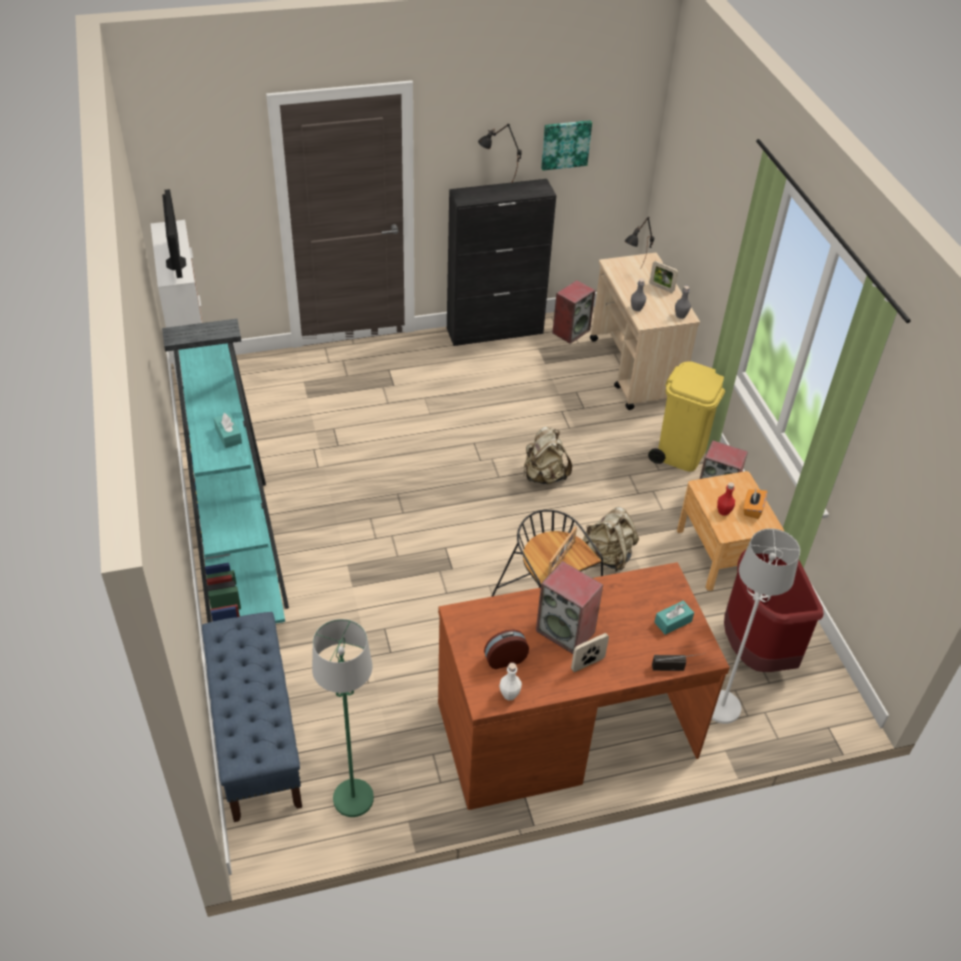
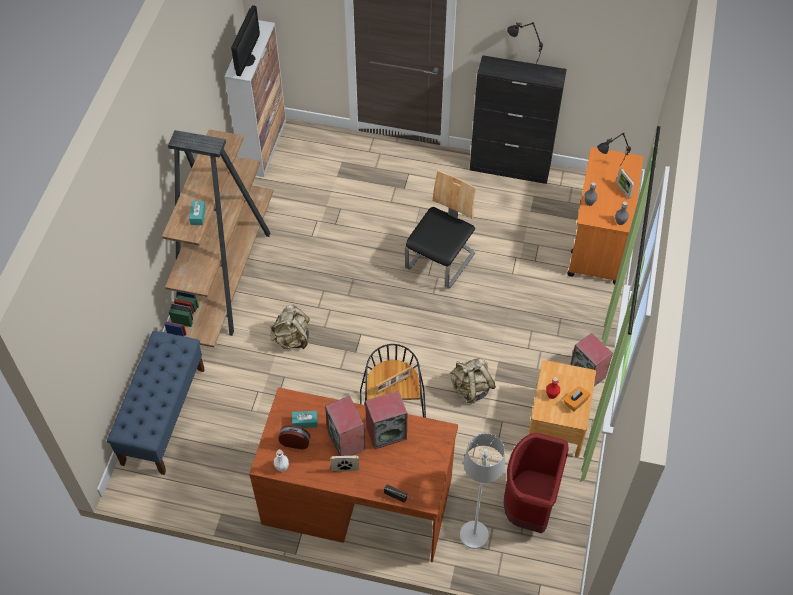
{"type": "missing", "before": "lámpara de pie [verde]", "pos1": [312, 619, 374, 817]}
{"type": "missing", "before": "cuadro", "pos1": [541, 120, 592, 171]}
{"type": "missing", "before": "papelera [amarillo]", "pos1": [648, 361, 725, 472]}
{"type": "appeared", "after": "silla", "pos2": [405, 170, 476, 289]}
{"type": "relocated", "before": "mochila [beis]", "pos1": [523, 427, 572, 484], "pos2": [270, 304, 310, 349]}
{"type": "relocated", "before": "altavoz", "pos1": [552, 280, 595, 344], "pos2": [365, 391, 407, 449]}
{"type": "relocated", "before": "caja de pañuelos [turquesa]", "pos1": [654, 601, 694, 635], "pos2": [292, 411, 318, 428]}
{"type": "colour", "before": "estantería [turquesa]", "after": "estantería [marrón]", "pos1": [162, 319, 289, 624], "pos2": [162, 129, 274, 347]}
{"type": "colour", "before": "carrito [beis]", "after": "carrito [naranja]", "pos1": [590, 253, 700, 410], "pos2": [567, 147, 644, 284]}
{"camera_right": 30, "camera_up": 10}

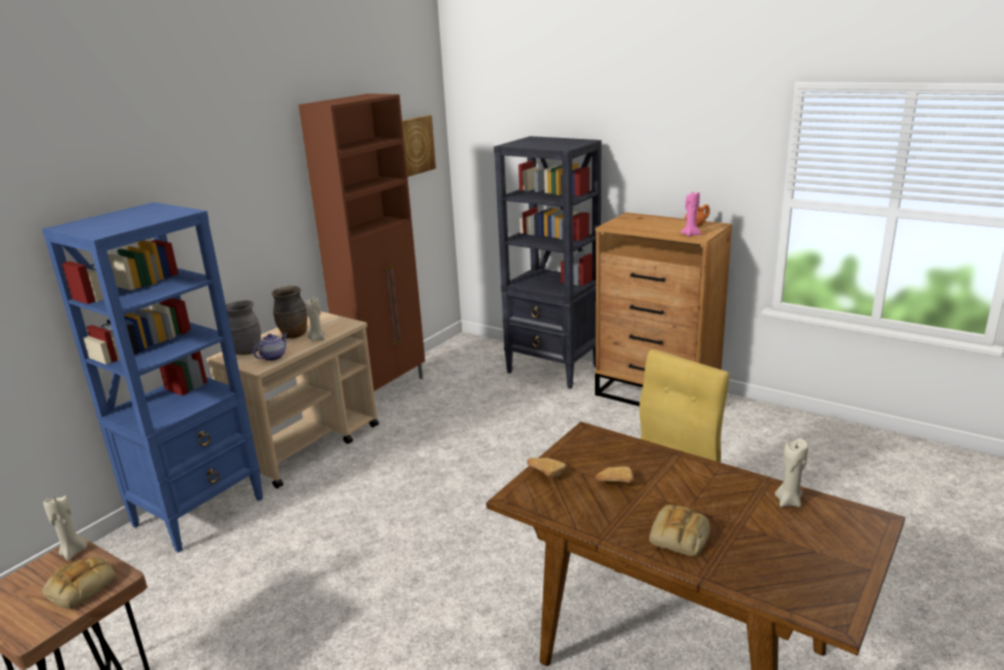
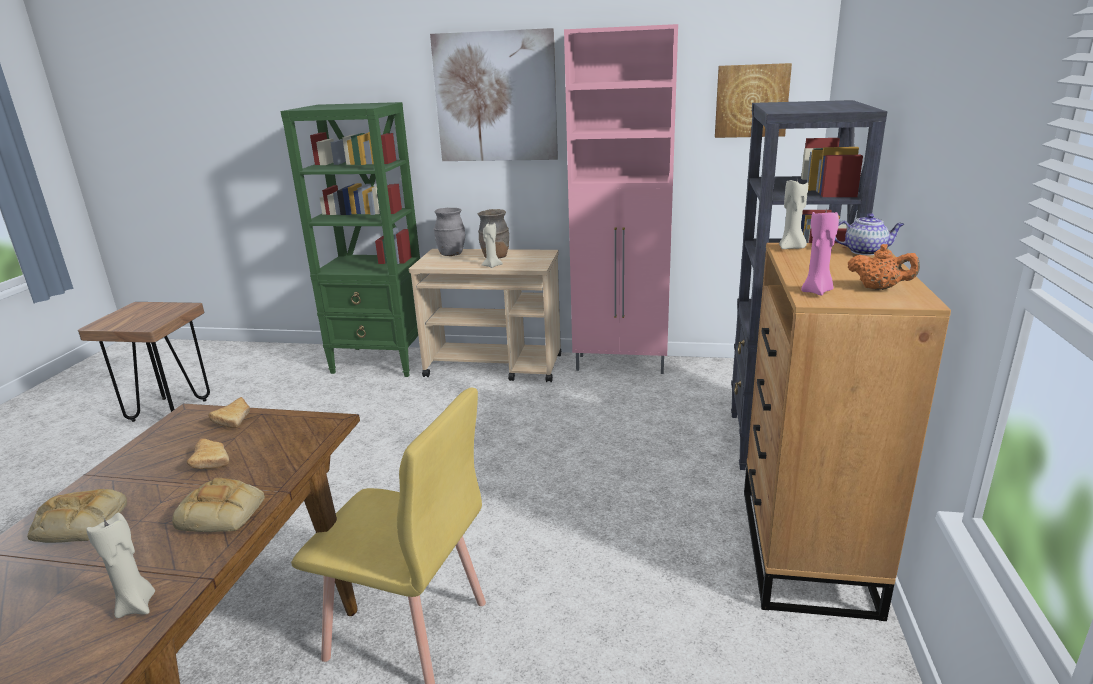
{"type": "appeared", "after": "cuadro", "pos2": [430, 28, 558, 161]}
{"type": "relocated", "before": "pan", "pos1": [42, 557, 116, 609], "pos2": [172, 478, 265, 532]}
{"type": "relocated", "before": "vela [beis]", "pos1": [43, 495, 87, 561], "pos2": [779, 180, 808, 249]}
{"type": "relocated", "before": "tetera", "pos1": [253, 333, 288, 361], "pos2": [835, 213, 905, 255]}
{"type": "colour", "before": "estantería [azul]", "after": "estantería [verde]", "pos1": [42, 202, 263, 553], "pos2": [281, 102, 420, 377]}
{"type": "colour", "before": "armario [marrón]", "after": "armario [rosa]", "pos1": [299, 94, 425, 391], "pos2": [564, 24, 678, 374]}
{"camera_right": 65, "camera_up": 0}

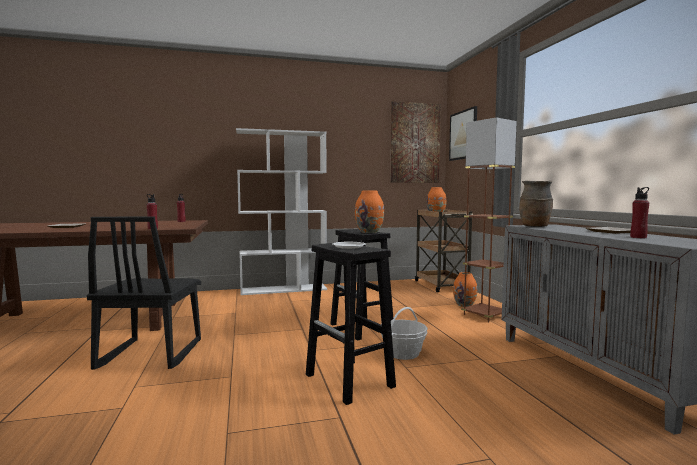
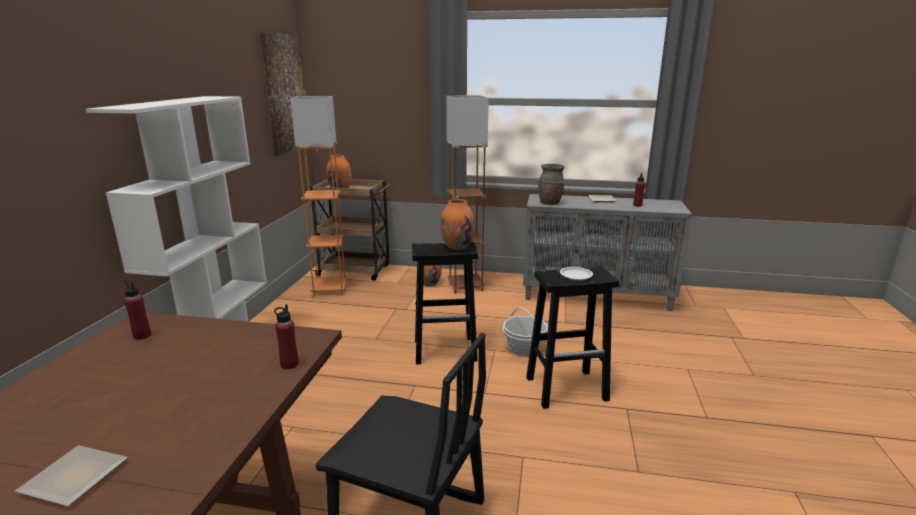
{"type": "missing", "before": "cuadro", "pos1": [449, 106, 477, 161]}
{"type": "appeared", "after": "lámpara de pie [naranja]", "pos2": [290, 96, 347, 296]}
{"camera_right": -65, "camera_up": 15}

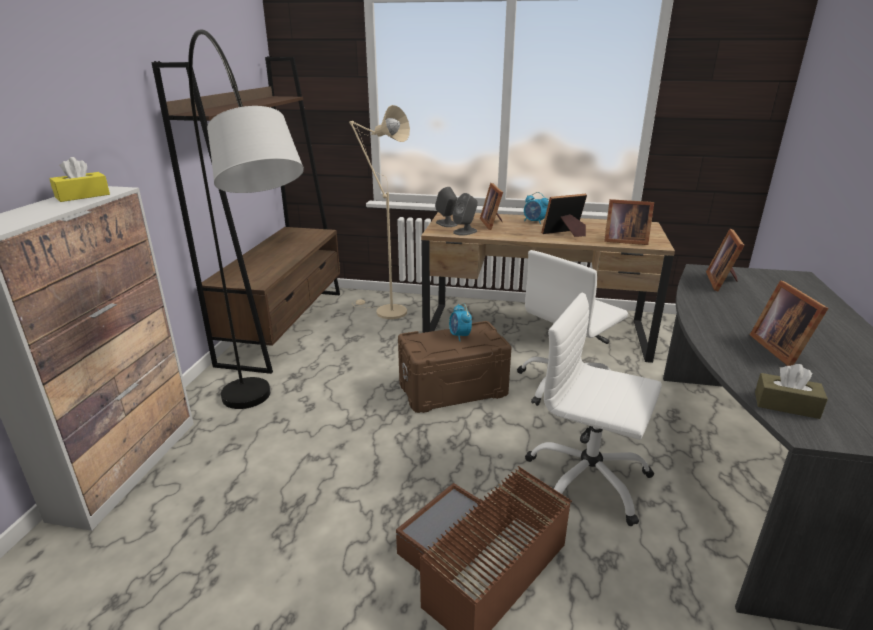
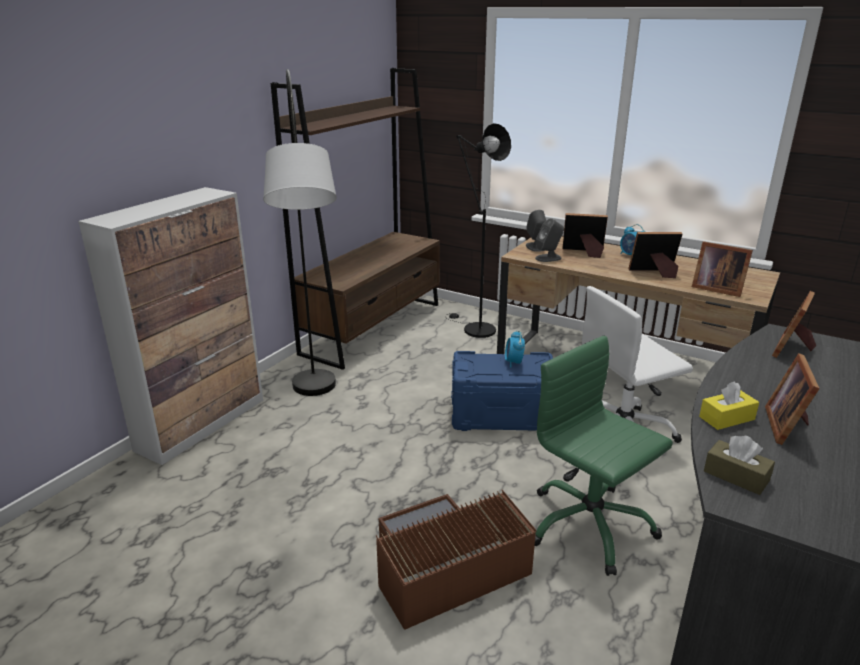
{"type": "relocated", "before": "caja de pañuelos [amarillo]", "pos1": [49, 157, 110, 202], "pos2": [699, 381, 759, 430]}
{"type": "colour", "before": "lámpara de pie [beis]", "after": "lámpara de pie [negro]", "pos1": [349, 105, 410, 319], "pos2": [445, 123, 511, 338]}
{"type": "colour", "before": "caja de almacenaje [marrón]", "after": "caja de almacenaje [azul]", "pos1": [398, 321, 512, 413], "pos2": [451, 351, 553, 431]}
{"type": "colour", "before": "silla de oficina [blanco]", "after": "silla de oficina [verde]", "pos1": [525, 293, 662, 526], "pos2": [535, 335, 673, 576]}
{"type": "spun", "before": "portarretratos", "pos1": [480, 183, 503, 230], "pos2": [562, 213, 608, 258], "turn": 90}
{"camera_right": 20, "camera_up": 0}

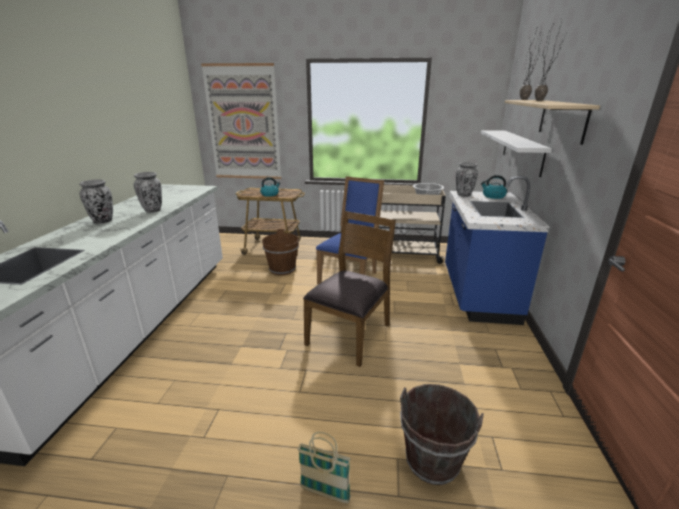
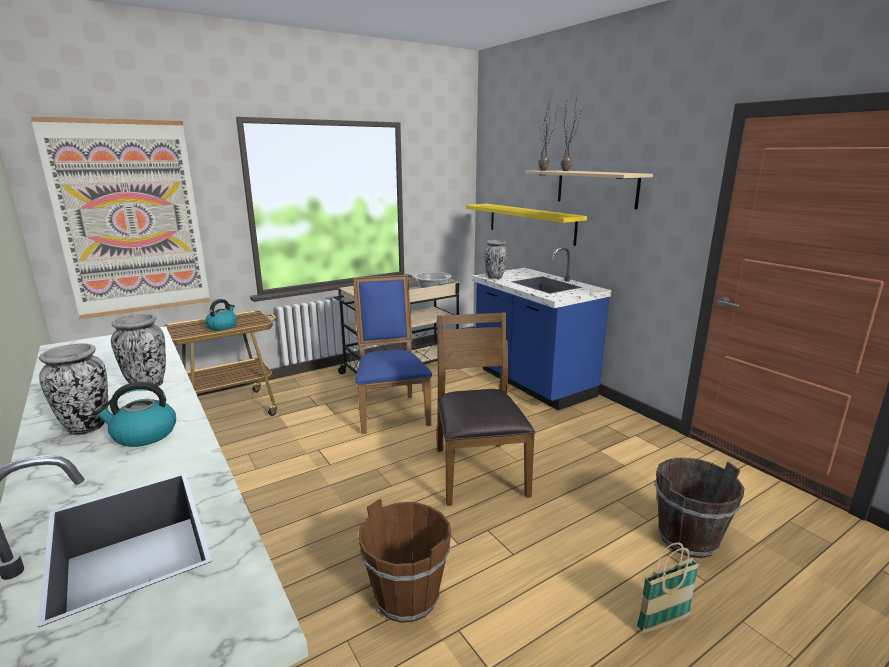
{"type": "relocated", "before": "cubo [marrón]", "pos1": [262, 229, 299, 275], "pos2": [358, 499, 451, 623]}
{"type": "relocated", "before": "hervidor", "pos1": [481, 175, 507, 199], "pos2": [93, 382, 176, 447]}
{"type": "colour", "before": "estante [blanco]", "after": "estante [amarillo]", "pos1": [481, 130, 552, 177], "pos2": [466, 204, 587, 246]}
{"camera_right": -40, "camera_up": -5}

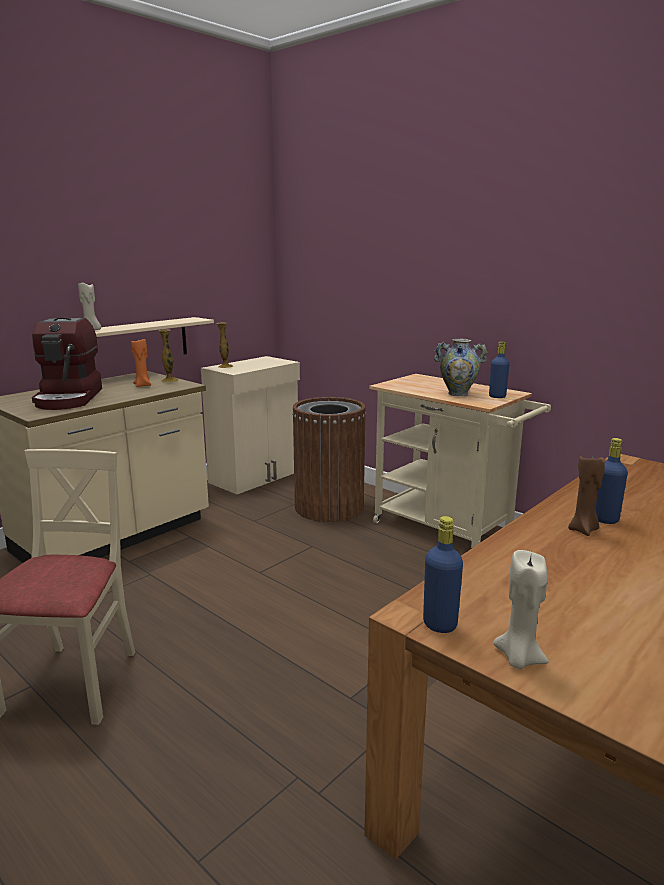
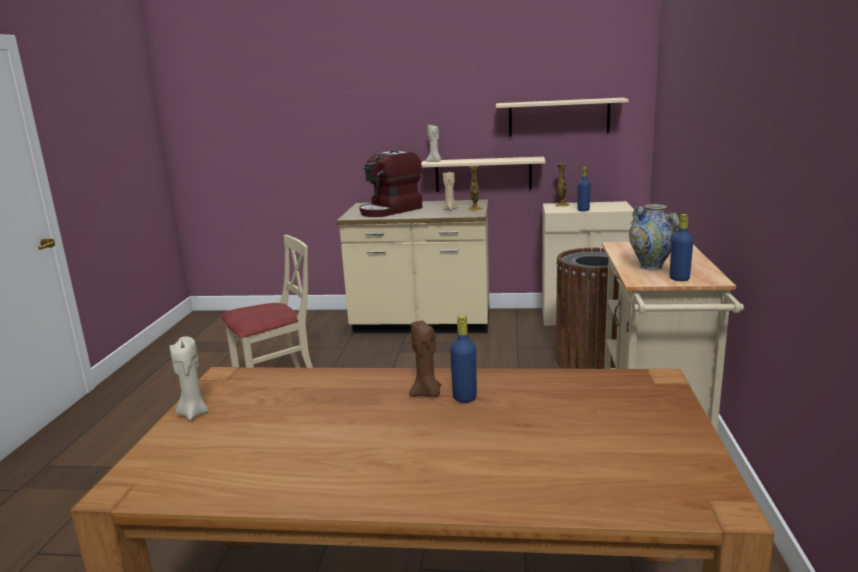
{"type": "appeared", "after": "estante [beis]", "pos2": [496, 98, 629, 137]}
{"type": "relocated", "before": "botella [azul]", "pos1": [423, 516, 463, 633], "pos2": [578, 167, 591, 211]}
{"type": "colour", "before": "vela [naranja]", "after": "vela [beis]", "pos1": [131, 339, 151, 387], "pos2": [443, 172, 457, 210]}
{"camera_right": 55, "camera_up": 0}

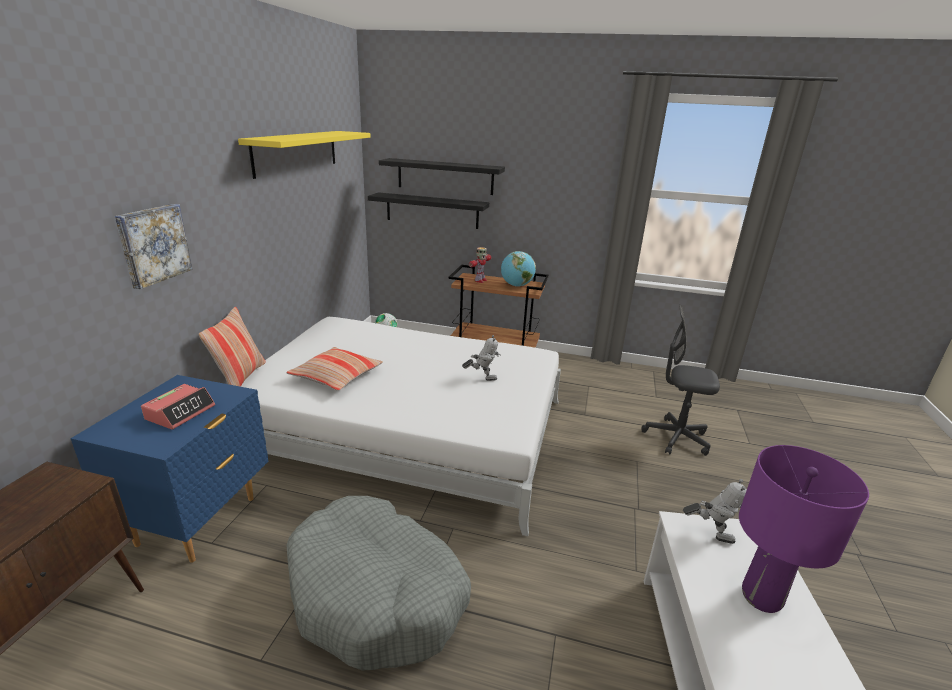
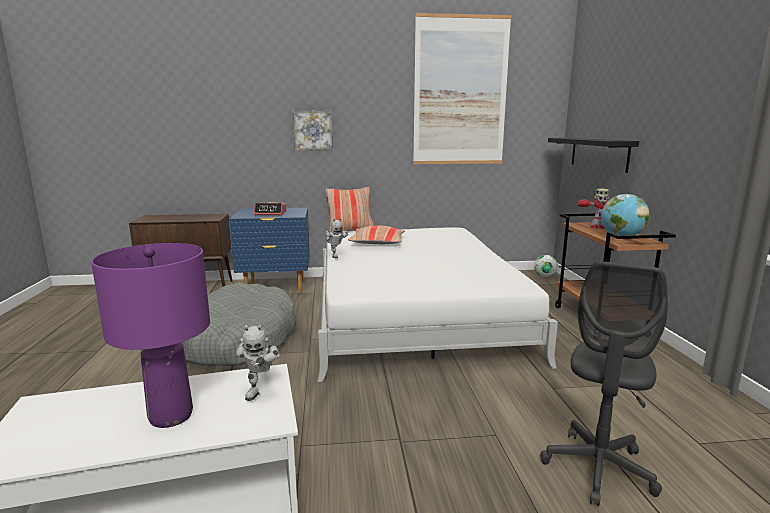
{"type": "missing", "before": "estante [negro]", "pos1": [379, 158, 505, 195]}
{"type": "relocated", "before": "robot de juguete", "pos1": [462, 335, 501, 381], "pos2": [325, 218, 348, 258]}
{"type": "exchanged", "before": "estante [amarillo]", "after": "cuadro", "pos1": [238, 131, 371, 179], "pos2": [413, 13, 512, 164]}
{"type": "spun", "before": "silla de oficina [gris]", "pos1": [641, 304, 720, 456], "pos2": [540, 261, 668, 506], "turn": -150}
{"camera_right": 70, "camera_up": -10}

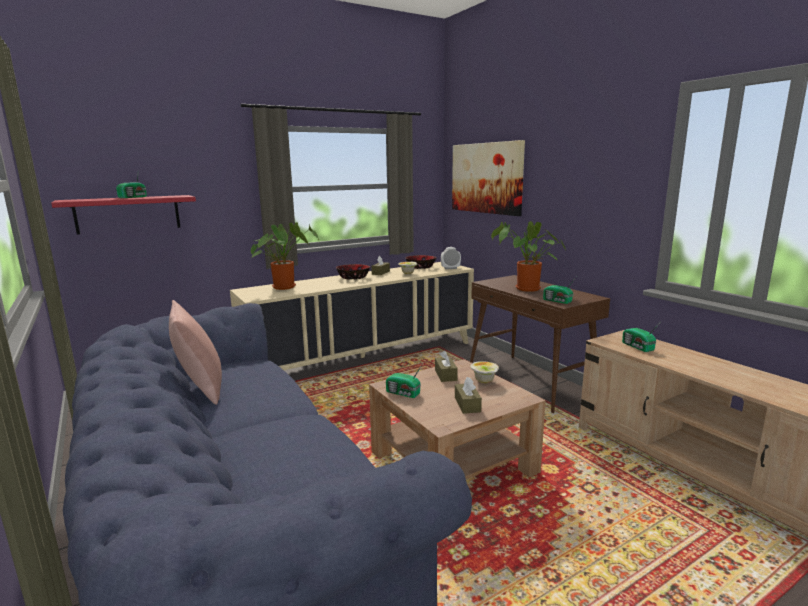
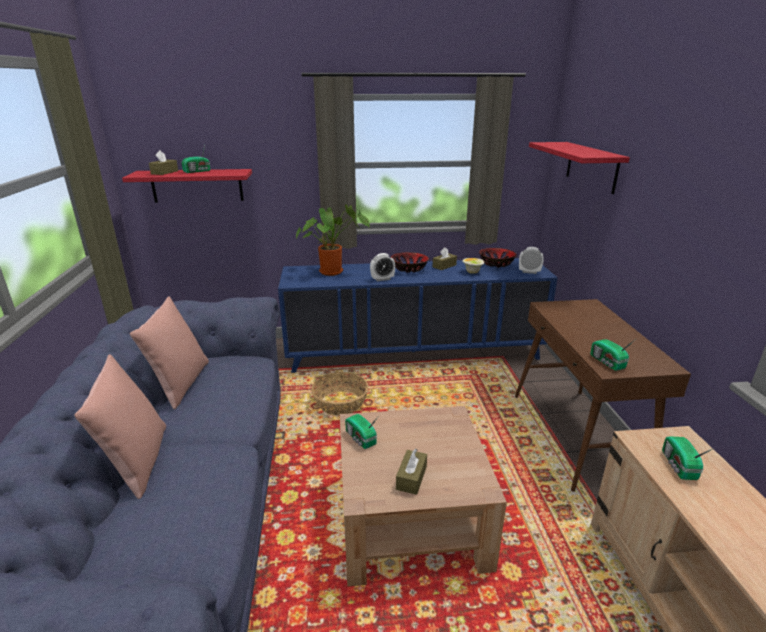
{"type": "missing", "before": "cuenco", "pos1": [470, 361, 499, 383]}
{"type": "missing", "before": "planta en maceta", "pos1": [491, 221, 566, 292]}
{"type": "appeared", "after": "cojín [rosa]", "pos2": [74, 354, 166, 499]}
{"type": "appeared", "after": "cesta", "pos2": [311, 372, 368, 416]}
{"type": "appeared", "after": "despertador", "pos2": [370, 253, 395, 281]}
{"type": "relocated", "before": "caja de pañuelos [marrón]", "pos1": [435, 351, 458, 382], "pos2": [149, 150, 178, 175]}
{"type": "exchanged", "before": "cuadro", "after": "estante [rojo]", "pos1": [452, 140, 525, 216], "pos2": [529, 142, 630, 194]}
{"type": "colour", "before": "armario [beis]", "after": "armario [azul]", "pos1": [230, 262, 474, 370], "pos2": [278, 258, 558, 373]}
{"camera_right": 25, "camera_up": 10}

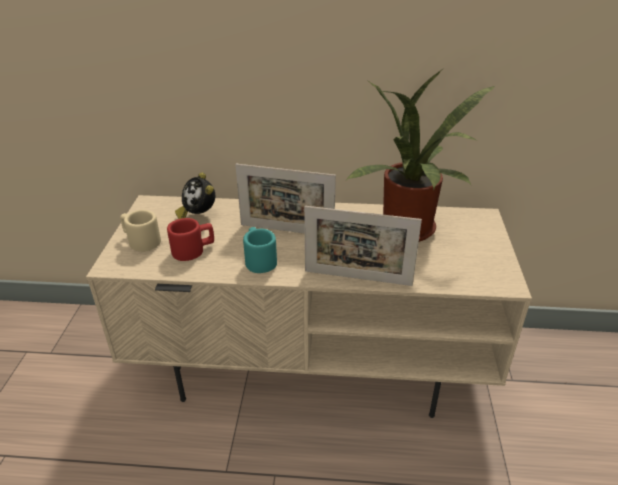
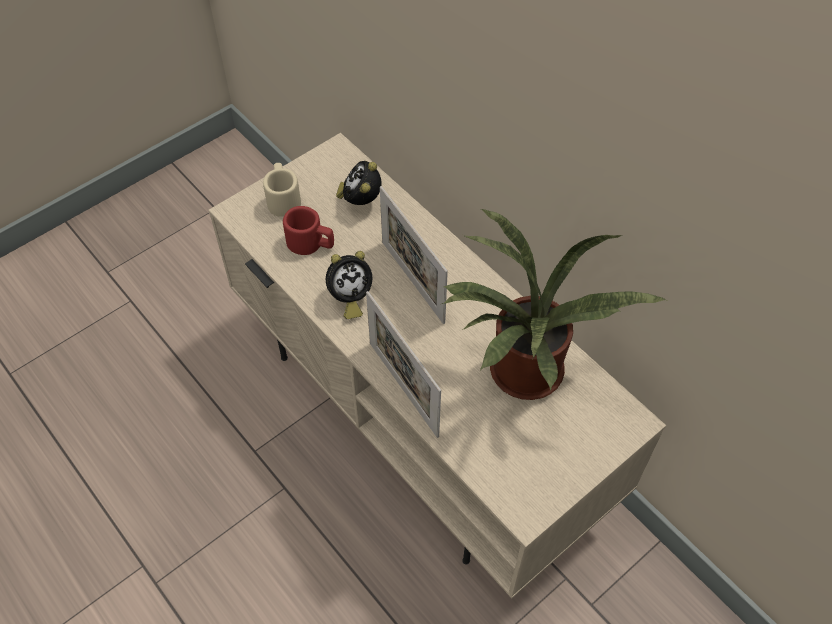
{"type": "exchanged", "before": "taza grande [turquesa]", "after": "despertador", "pos1": [243, 227, 277, 273], "pos2": [326, 251, 372, 319]}
{"camera_right": 45, "camera_up": 20}

